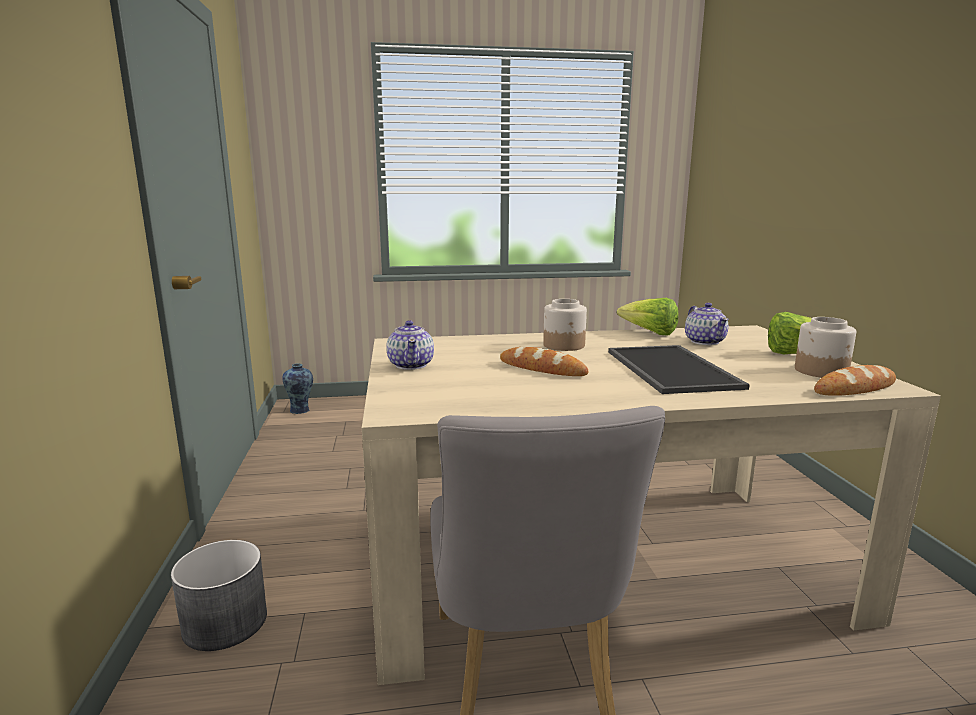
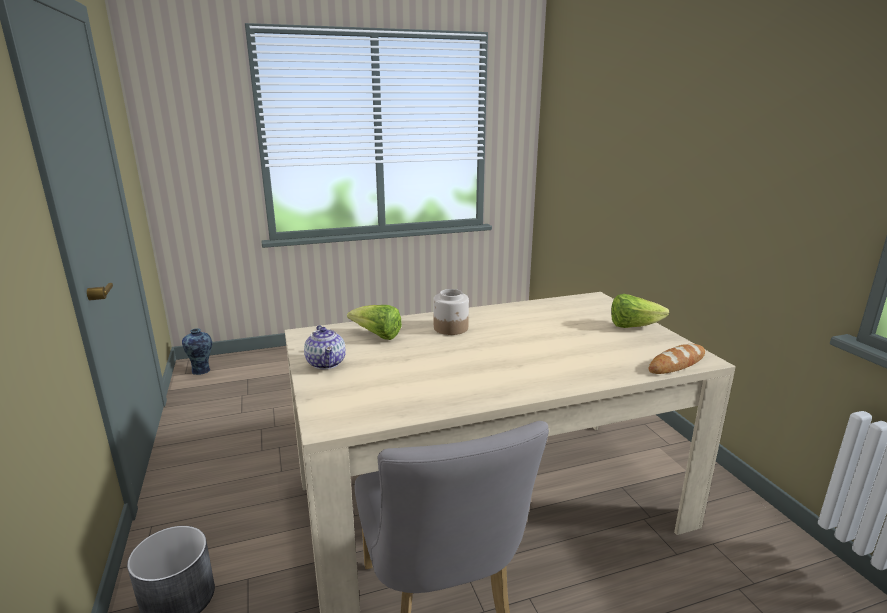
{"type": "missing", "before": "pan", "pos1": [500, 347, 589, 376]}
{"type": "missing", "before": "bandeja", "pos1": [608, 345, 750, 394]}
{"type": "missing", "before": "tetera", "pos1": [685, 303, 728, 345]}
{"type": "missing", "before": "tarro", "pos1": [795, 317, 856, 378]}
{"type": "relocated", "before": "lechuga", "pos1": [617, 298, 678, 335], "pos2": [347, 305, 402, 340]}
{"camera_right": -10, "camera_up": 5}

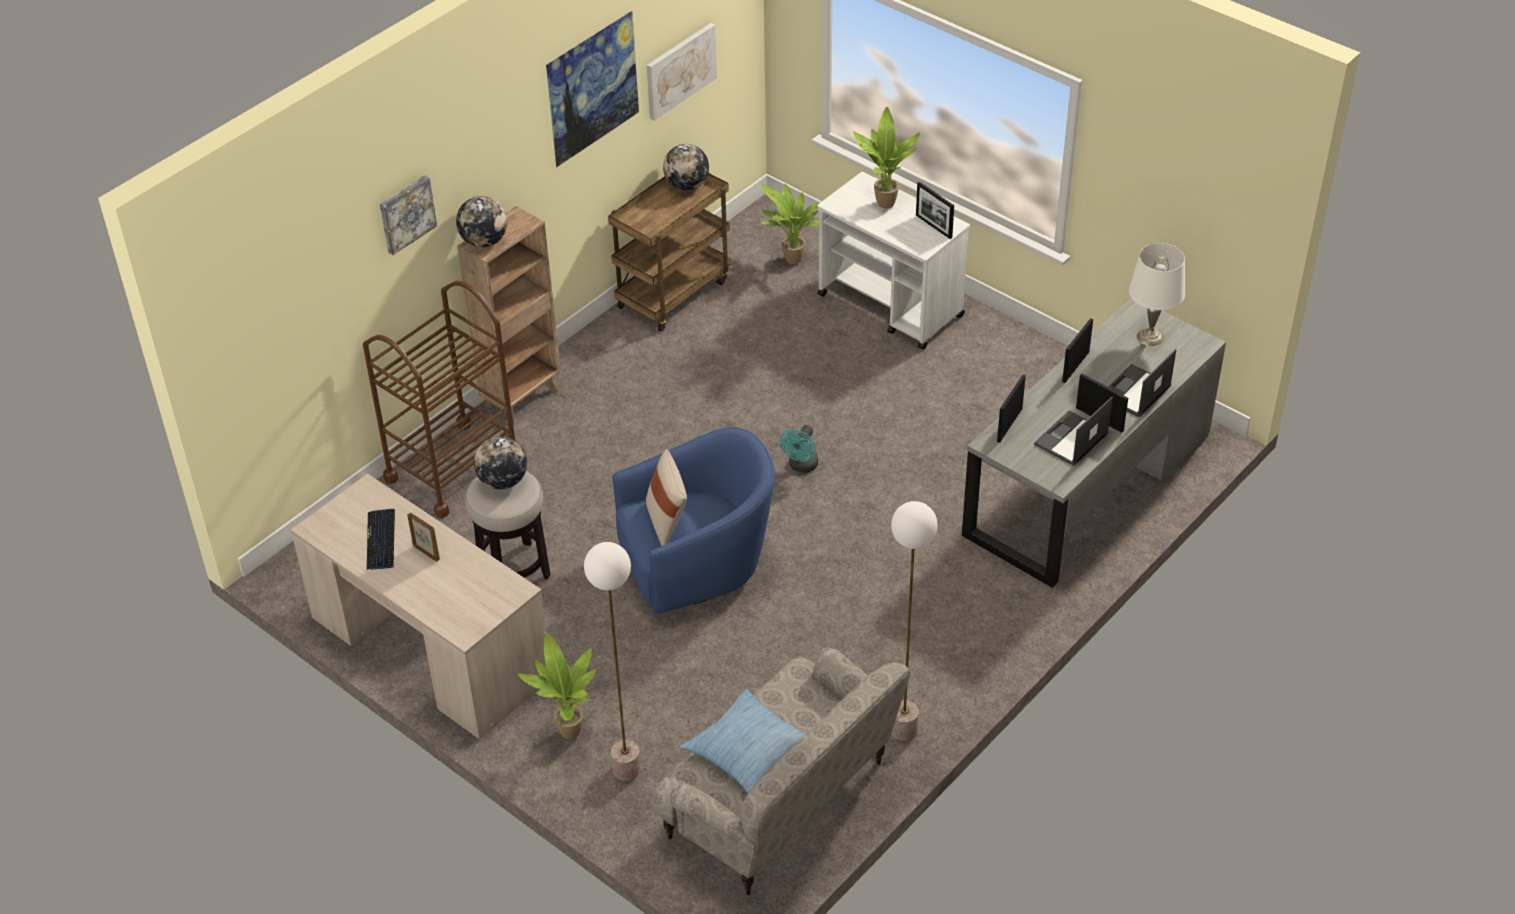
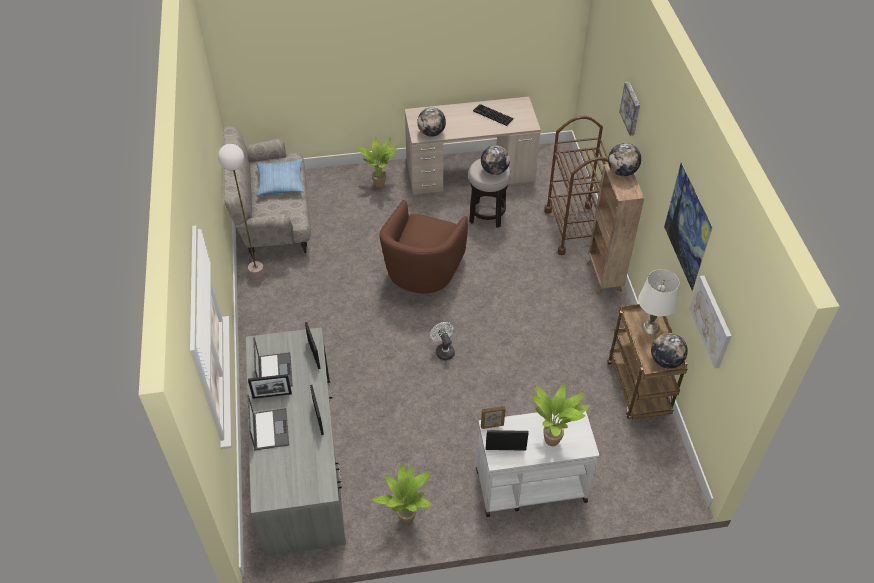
{"type": "missing", "before": "lámpara de pie", "pos1": [584, 542, 641, 781]}
{"type": "missing", "before": "cojín [beis]", "pos1": [646, 449, 687, 546]}
{"type": "appeared", "after": "globo terráqueo", "pos2": [417, 107, 446, 137]}
{"type": "relocated", "before": "portarretratos", "pos1": [407, 513, 440, 562], "pos2": [481, 406, 506, 429]}
{"type": "relocated", "before": "planta en maceta", "pos1": [761, 183, 819, 264], "pos2": [372, 463, 433, 524]}
{"type": "relocated", "before": "lámpara de mesa [blanco]", "pos1": [1129, 243, 1185, 346], "pos2": [638, 269, 679, 334]}
{"type": "colour", "before": "sillón [azul]", "after": "sillón [marrón]", "pos1": [612, 427, 775, 613], "pos2": [380, 200, 468, 294]}
{"type": "colour", "before": "ventilador [turquesa]", "after": "ventilador [blanco]", "pos1": [780, 425, 818, 473], "pos2": [430, 322, 455, 360]}
{"camera_right": 130, "camera_up": 5}

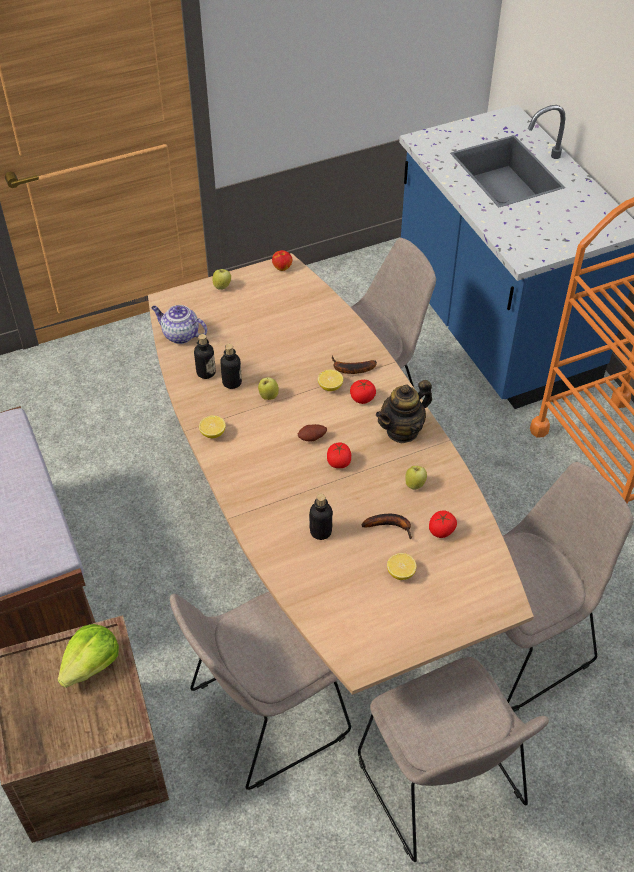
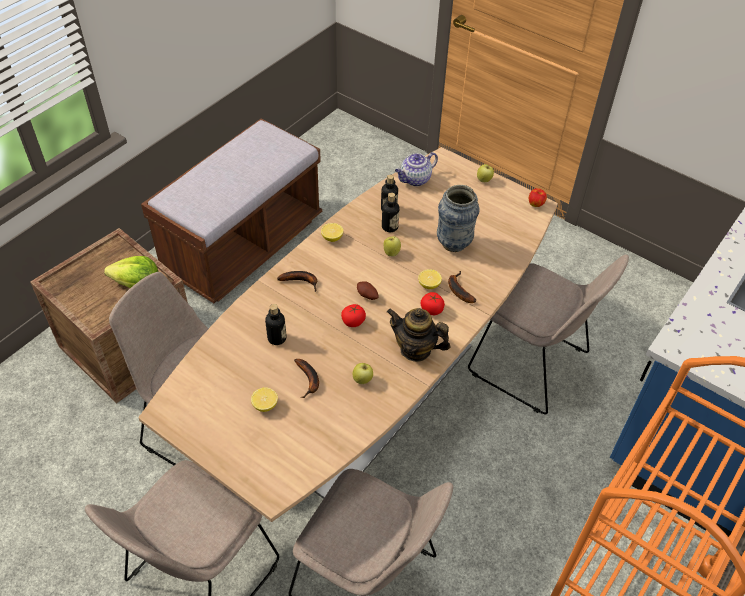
{"type": "missing", "before": "tomate", "pos1": [429, 511, 457, 538]}
{"type": "appeared", "after": "plátano", "pos2": [277, 271, 317, 292]}
{"type": "appeared", "after": "florero", "pos2": [437, 185, 479, 252]}
{"type": "spun", "before": "tetera", "pos1": [151, 305, 207, 344], "pos2": [395, 152, 438, 186], "turn": -120}
{"camera_right": 60, "camera_up": 0}

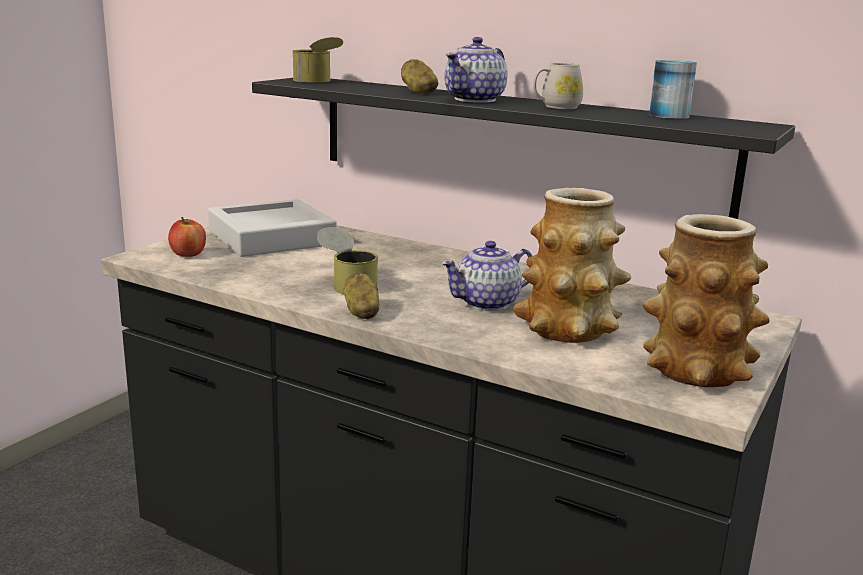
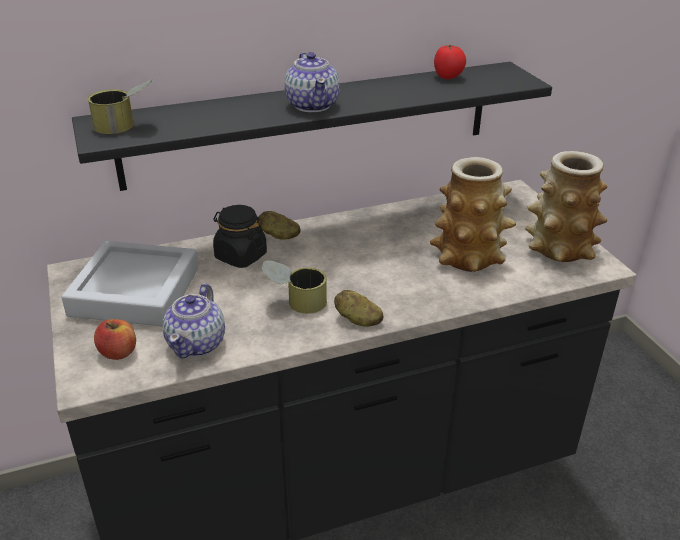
{"type": "missing", "before": "taza grande [blanco]", "pos1": [533, 63, 583, 109]}
{"type": "appeared", "after": "tarro [negro]", "pos2": [213, 205, 267, 268]}
{"type": "relocated", "before": "patata", "pos1": [401, 59, 438, 94], "pos2": [258, 211, 301, 240]}
{"type": "relocated", "before": "tetera", "pos1": [441, 241, 533, 311], "pos2": [163, 283, 225, 359]}
{"type": "exchanged", "before": "lata", "after": "tomate", "pos1": [649, 60, 697, 119], "pos2": [434, 45, 466, 79]}
{"camera_right": -50, "camera_up": 15}

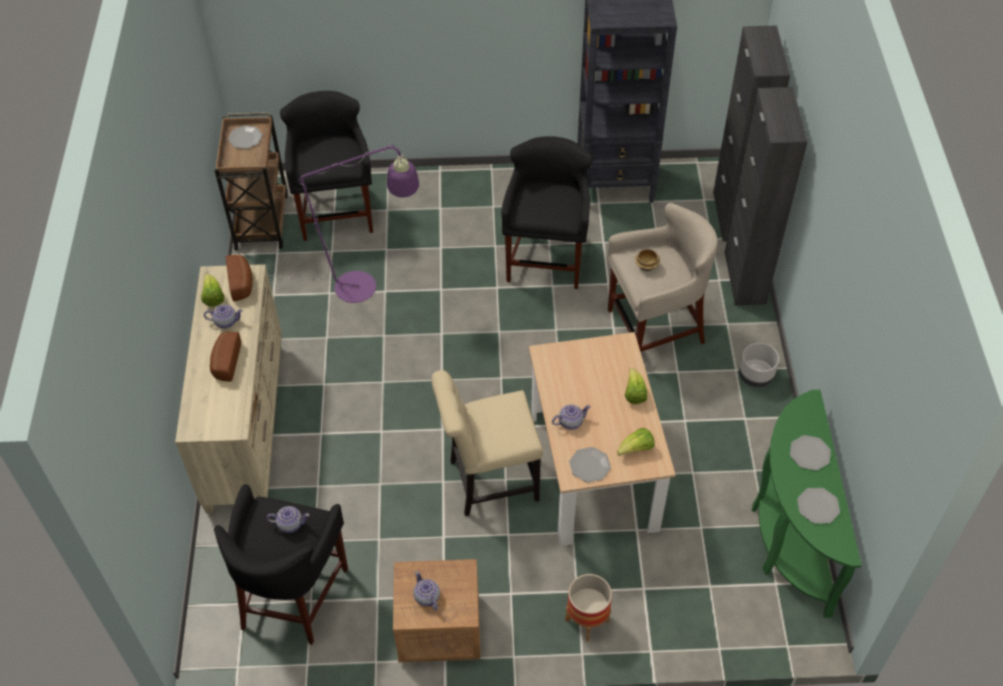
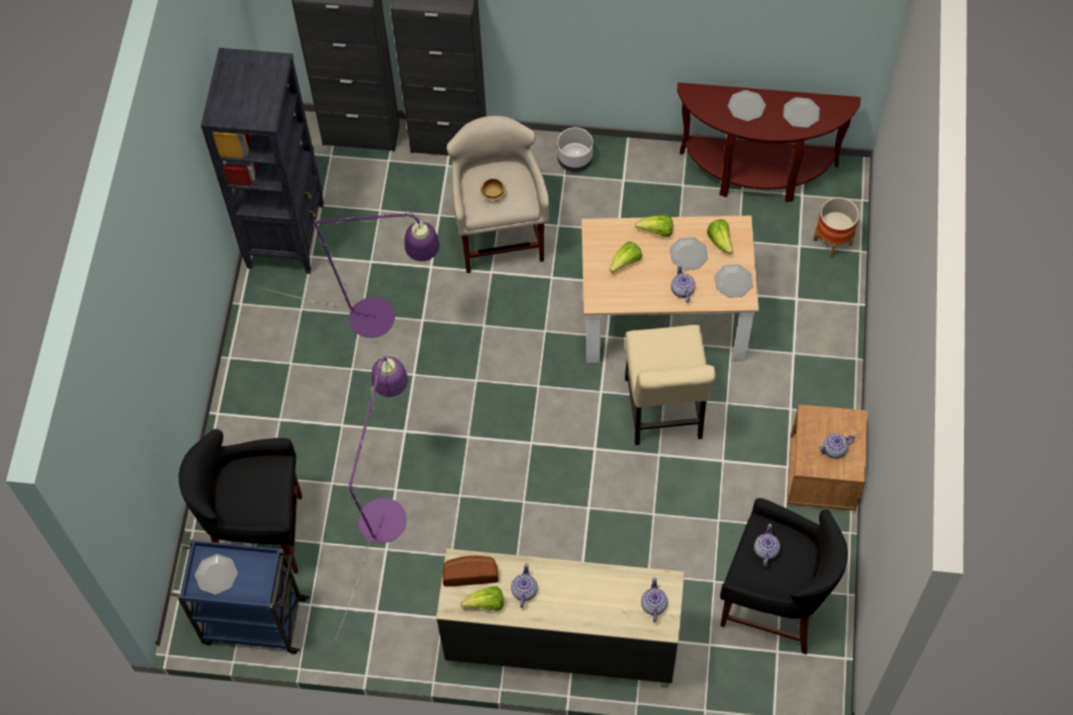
{"type": "missing", "before": "pan", "pos1": [210, 332, 241, 382]}
{"type": "appeared", "after": "lechuga", "pos2": [610, 241, 642, 273]}
{"type": "appeared", "after": "tetera", "pos2": [641, 577, 668, 623]}
{"type": "appeared", "after": "plato", "pos2": [670, 237, 708, 270]}
{"type": "relocated", "before": "maceta", "pos1": [565, 574, 612, 641], "pos2": [813, 197, 859, 259]}
{"type": "exchanged", "before": "taburete [negro]", "after": "lámpara de pie [morado]", "pos1": [501, 136, 592, 289], "pos2": [254, 211, 440, 338]}
{"type": "colour", "before": "carrito [marrón]", "after": "carrito [azul]", "pos1": [214, 112, 288, 250], "pos2": [170, 539, 309, 654]}
{"type": "colour", "before": "mesa consola [verde]", "after": "mesa consola [marrón]", "pos1": [752, 390, 862, 618], "pos2": [677, 83, 861, 202]}
{"camera_right": -80, "camera_up": 10}

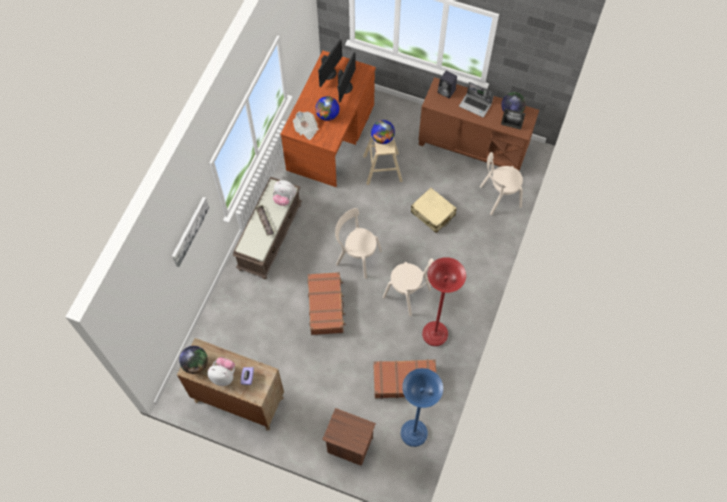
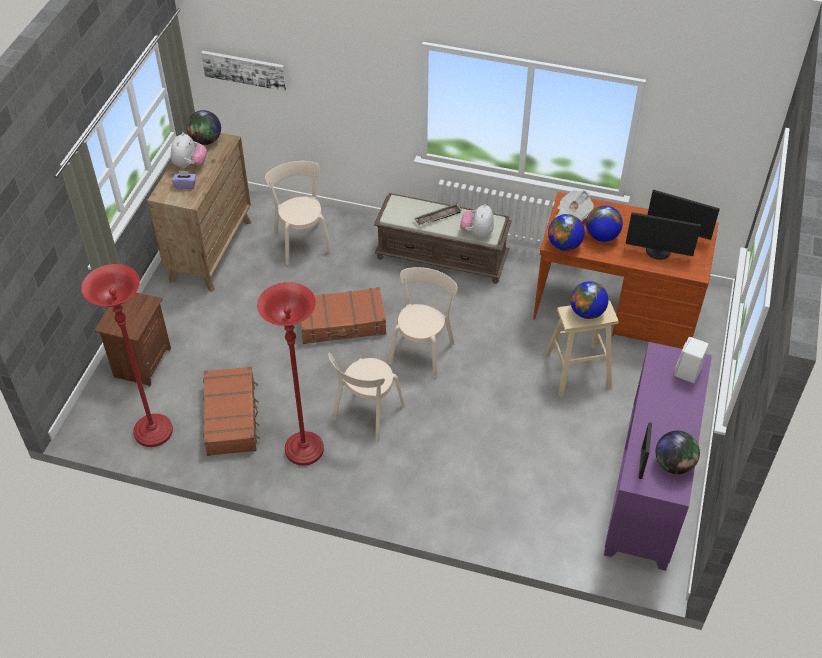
{"type": "missing", "before": "maleta [beis]", "pos1": [411, 188, 457, 233]}
{"type": "missing", "before": "portátil", "pos1": [459, 82, 494, 117]}
{"type": "appeared", "after": "globo terráqueo", "pos2": [548, 214, 585, 251]}
{"type": "relocated", "before": "cuadro", "pos1": [172, 197, 209, 267], "pos2": [201, 51, 286, 91]}
{"type": "relocated", "before": "silla [beis]", "pos1": [480, 152, 523, 215], "pos2": [265, 161, 332, 265]}
{"type": "colour", "before": "lámpara de pie [azul]", "after": "lámpara de pie [rojo]", "pos1": [401, 368, 443, 447], "pos2": [81, 264, 173, 447]}
{"type": "colour", "before": "armario [marrón]", "after": "armario [morado]", "pos1": [418, 77, 539, 171], "pos2": [604, 342, 712, 571]}
{"type": "colour", "before": "altavoz [negro]", "after": "altavoz [blanco]", "pos1": [438, 71, 457, 98], "pos2": [674, 337, 709, 383]}
{"camera_right": 85, "camera_up": -15}

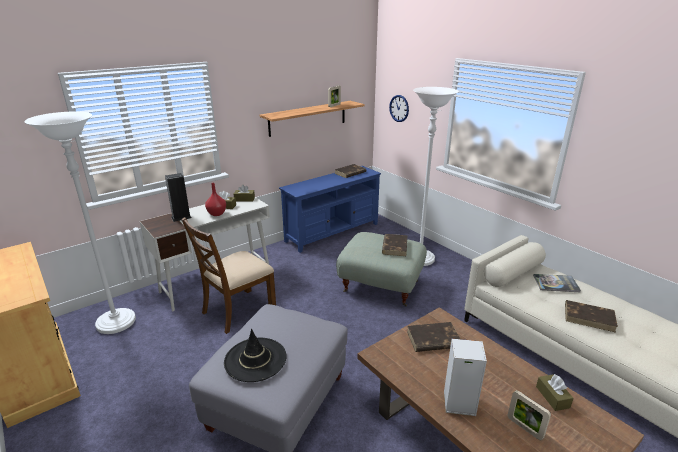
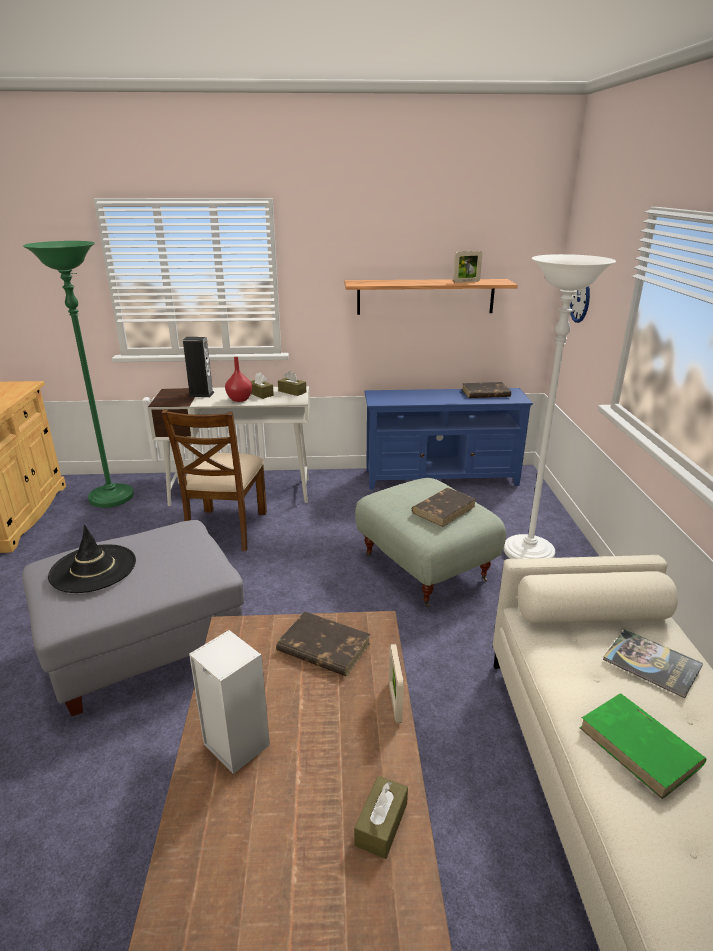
{"type": "relocated", "before": "portarretratos", "pos1": [508, 390, 551, 440], "pos2": [389, 644, 404, 723]}
{"type": "colour", "before": "lámpara de pie [blanco]", "after": "lámpara de pie [verde]", "pos1": [24, 111, 136, 334], "pos2": [23, 241, 134, 508]}
{"type": "colour", "before": "libro [marrón]", "after": "libro [verde]", "pos1": [565, 300, 618, 333], "pos2": [579, 694, 706, 799]}
{"type": "spun", "before": "silla [marrón]", "pos1": [181, 217, 276, 334], "pos2": [162, 409, 267, 551], "turn": -75}
{"camera_right": 35, "camera_up": 0}

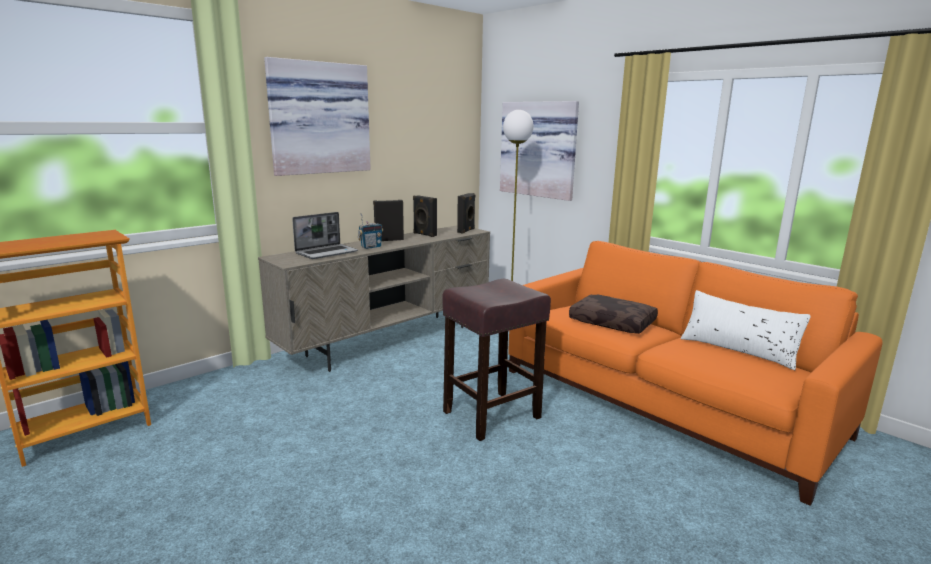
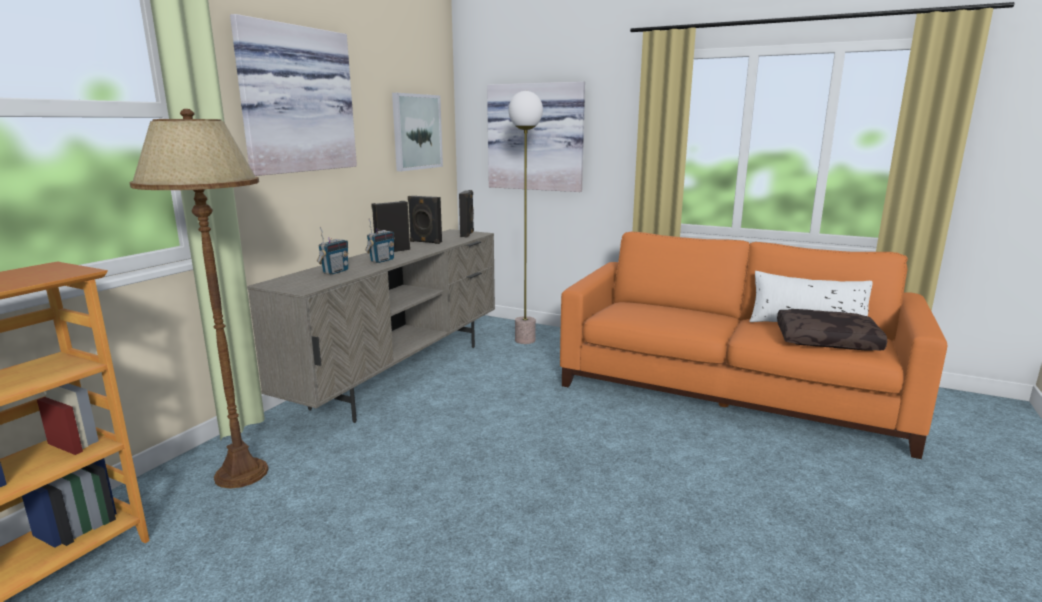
{"type": "missing", "before": "taburete [marrón]", "pos1": [443, 279, 551, 441]}
{"type": "appeared", "after": "lámpara de pie [marrón]", "pos2": [129, 109, 269, 489]}
{"type": "appeared", "after": "cuadro", "pos2": [392, 93, 443, 171]}
{"type": "relocated", "before": "cojín [marrón]", "pos1": [569, 295, 658, 334], "pos2": [777, 309, 887, 351]}
{"type": "exchanged", "before": "portátil", "after": "radio", "pos1": [292, 212, 358, 259], "pos2": [317, 227, 348, 275]}
{"camera_right": -20, "camera_up": 0}

